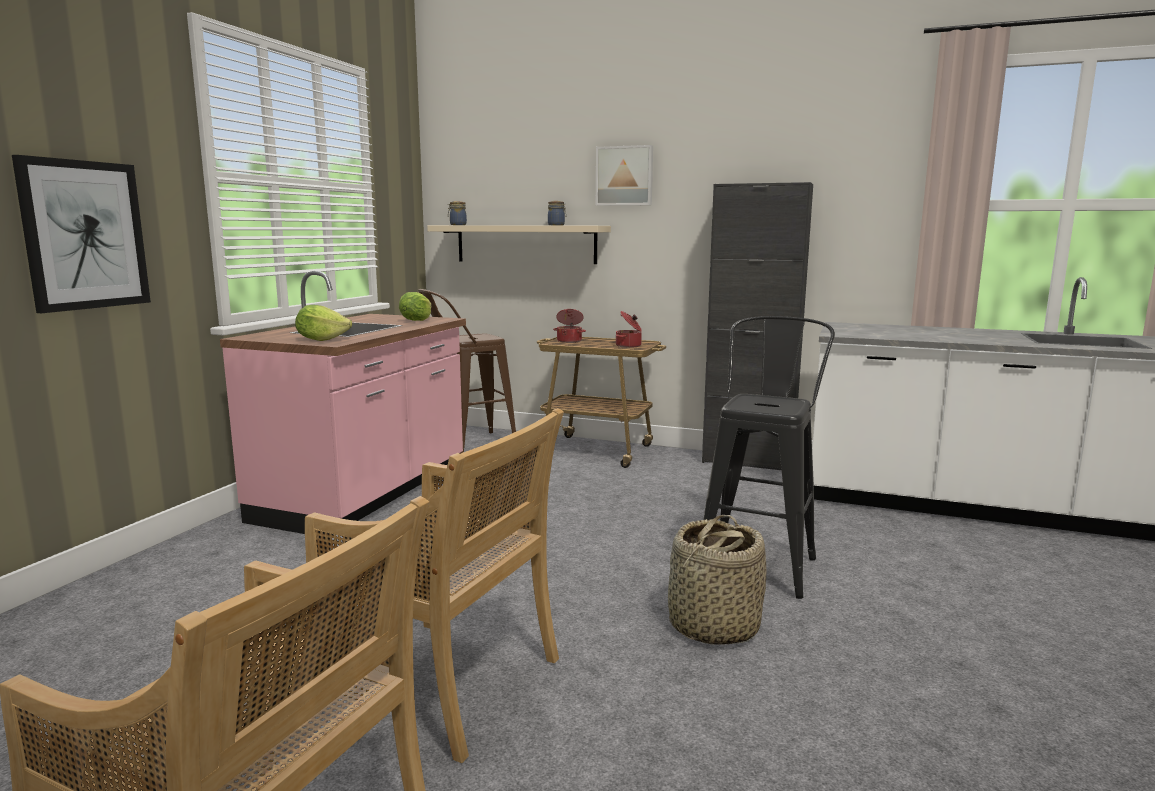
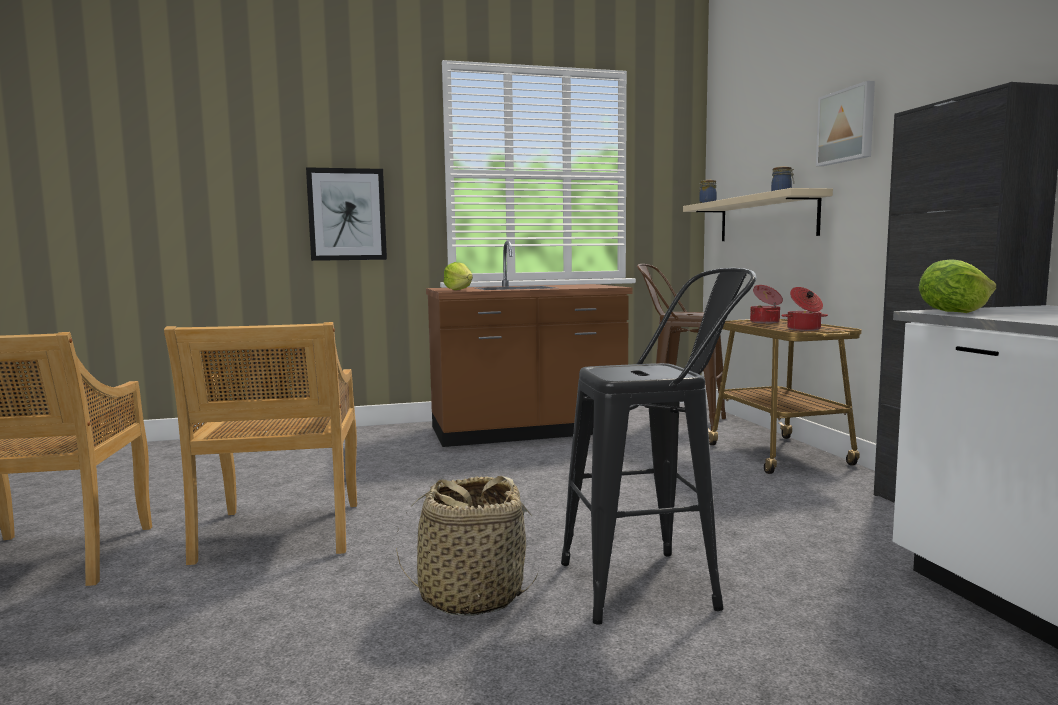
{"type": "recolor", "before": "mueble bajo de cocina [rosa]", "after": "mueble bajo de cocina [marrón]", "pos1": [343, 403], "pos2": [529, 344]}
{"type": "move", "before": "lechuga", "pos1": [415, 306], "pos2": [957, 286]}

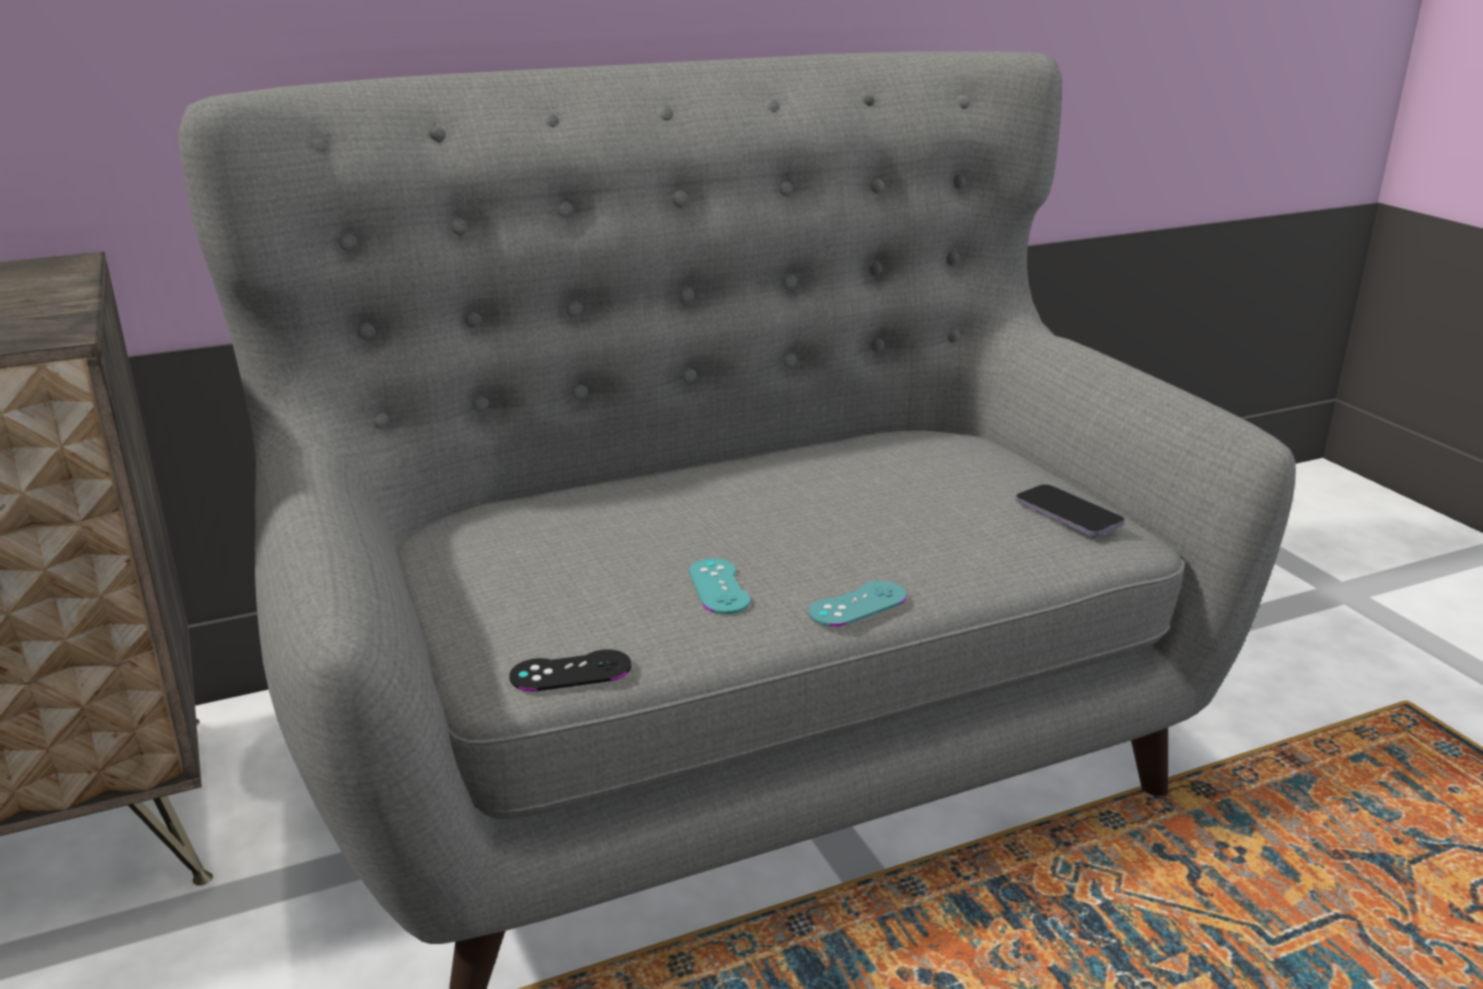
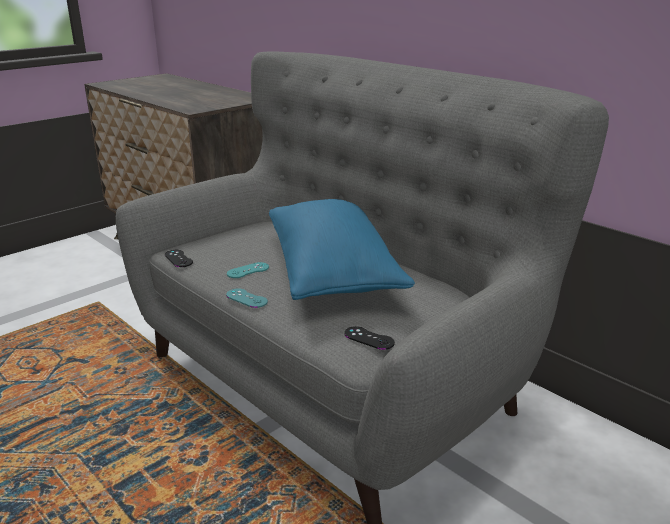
{"type": "insert", "after": "cojín [azul]", "pos2": [342, 249]}
{"type": "replace", "before": "móvil", "after": "mando de consola [negro]", "pos1": [1070, 510], "pos2": [369, 338]}

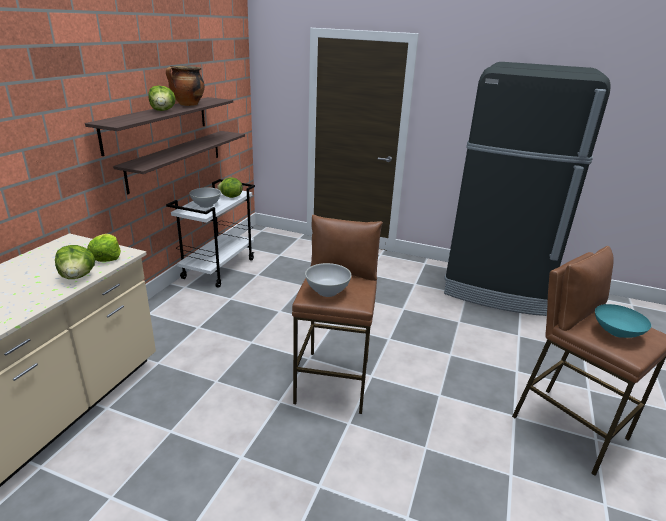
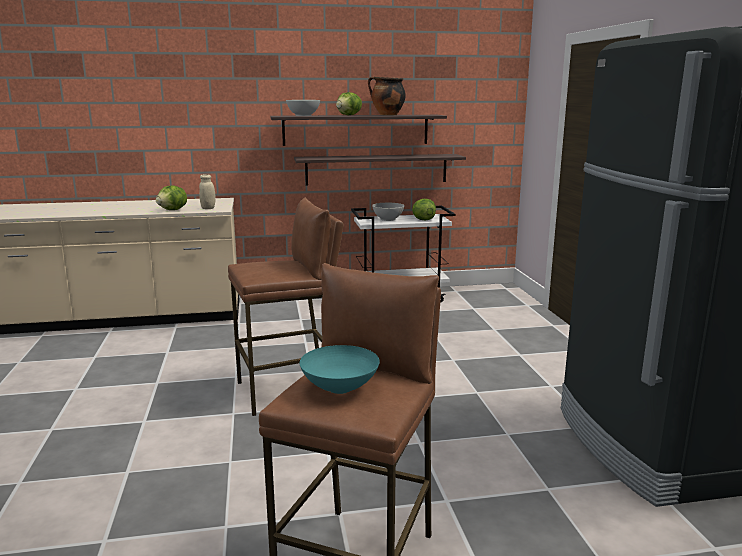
{"type": "replace", "before": "lechuga", "after": "tarro [beis]", "pos1": [104, 248], "pos2": [207, 191]}
{"type": "move", "before": "cuenco [blanco]", "pos1": [328, 280], "pos2": [303, 108]}

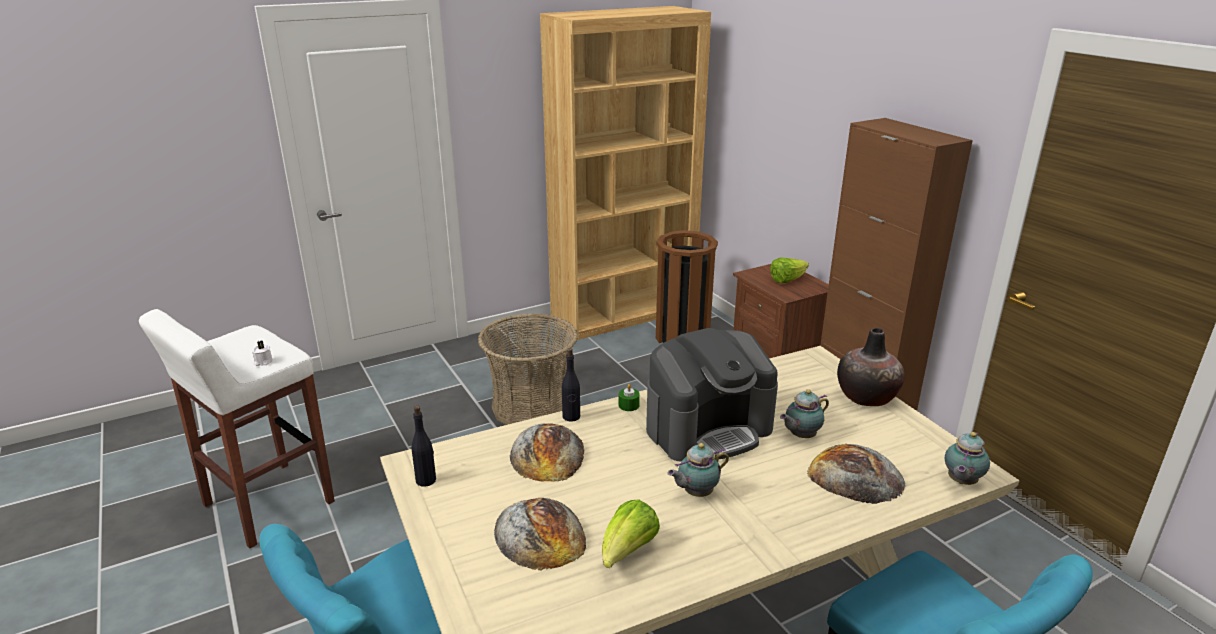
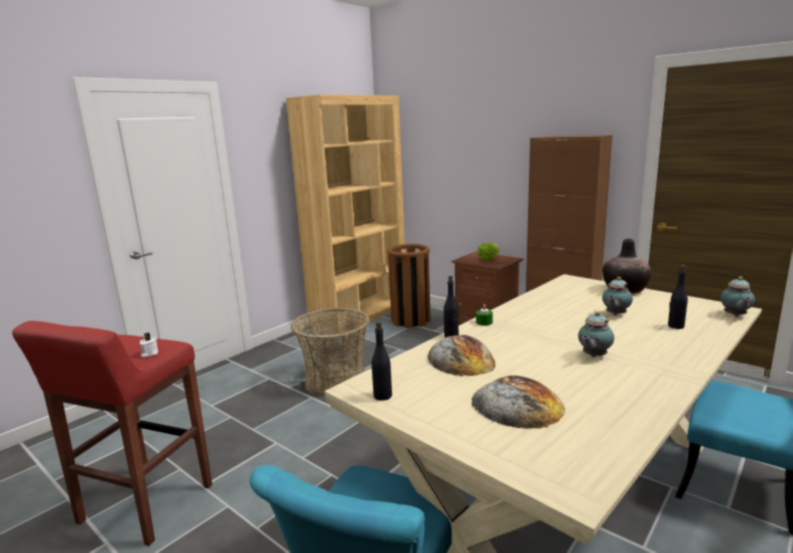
{"type": "recolor", "before": "taburete [blanco]", "after": "taburete [rojo]", "pos1": [237, 428], "pos2": [112, 433]}
{"type": "replace", "before": "pan", "after": "botella [negro]", "pos1": [856, 474], "pos2": [678, 297]}
{"type": "delete", "before": "lechuga", "pos1": [631, 534]}
{"type": "delete", "before": "cafetera", "pos1": [712, 395]}

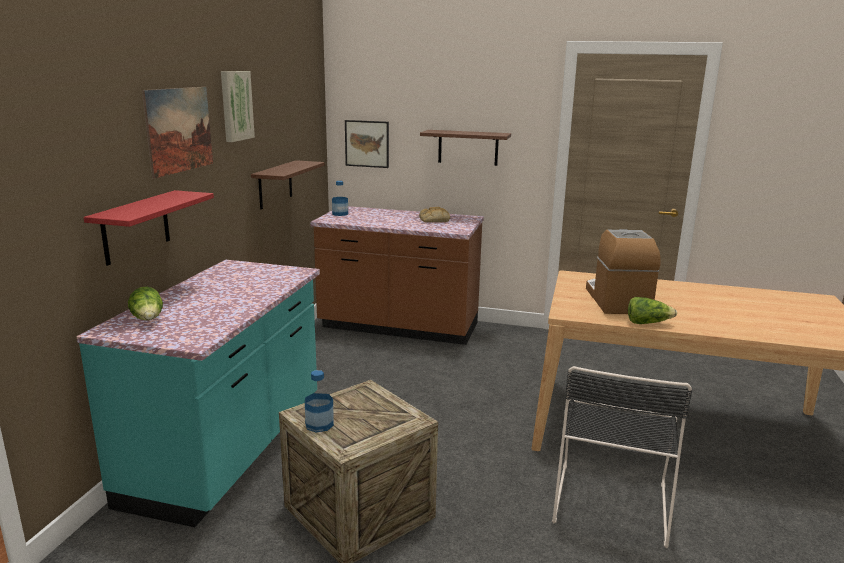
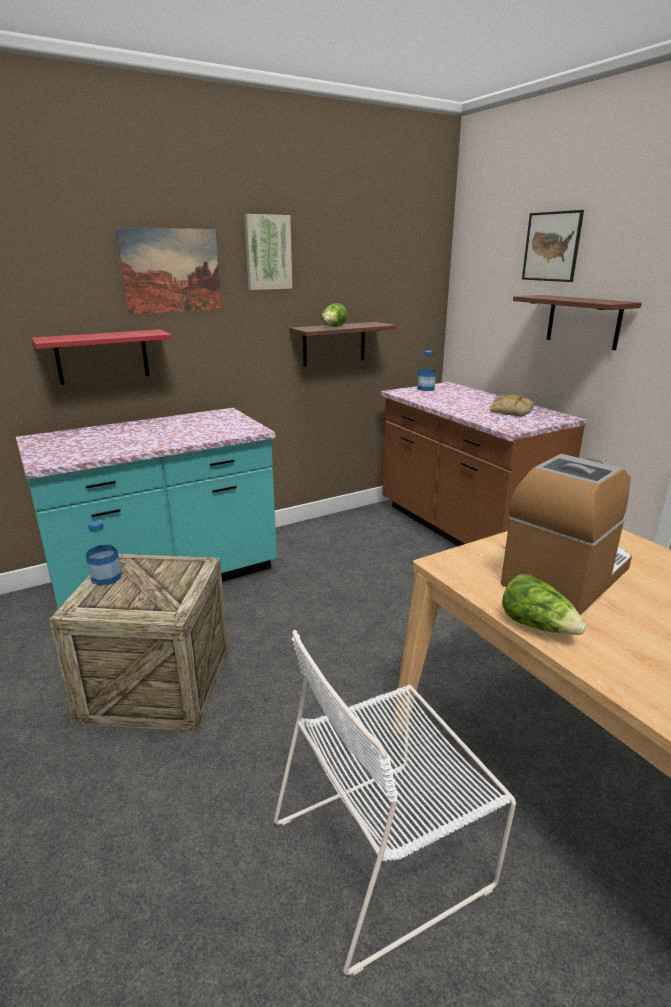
{"type": "recolor", "before": "silla [negro]", "after": "silla [blanco]", "pos1": [622, 457], "pos2": [395, 802]}
{"type": "move", "before": "lechuga", "pos1": [145, 303], "pos2": [334, 315]}
{"type": "move", "before": "cuadro", "pos1": [367, 144], "pos2": [553, 246]}

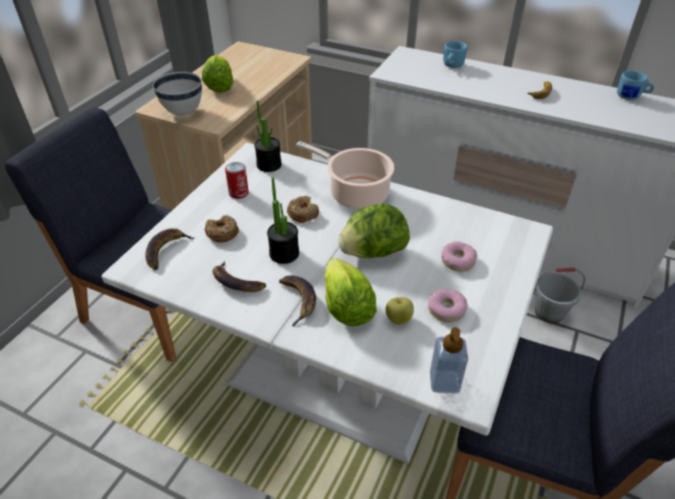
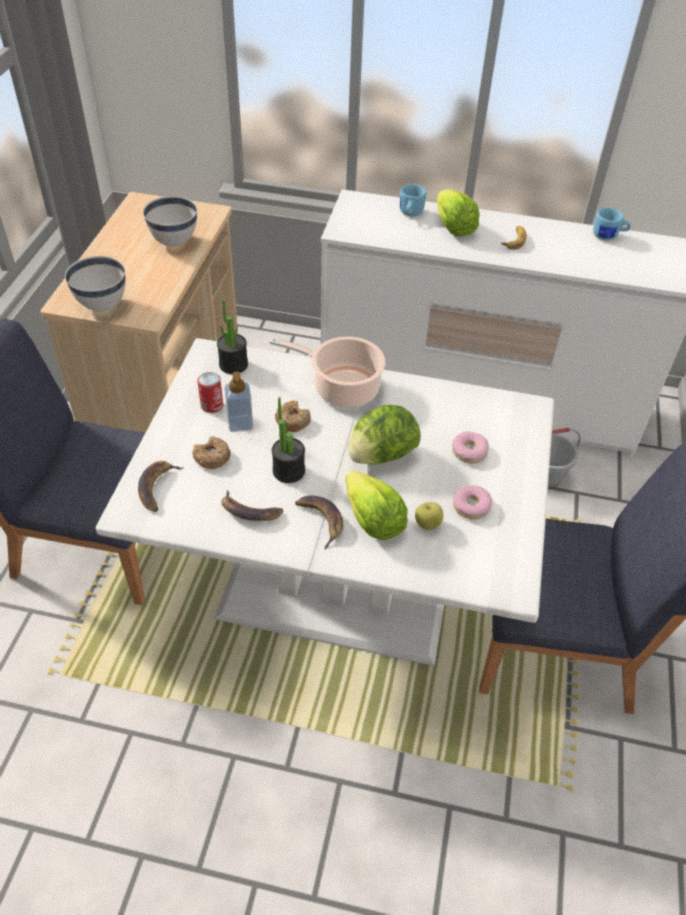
{"type": "insert", "after": "cuenco [blanco]", "pos2": [170, 221]}
{"type": "move", "before": "dispensador de jabón", "pos1": [449, 360], "pos2": [239, 402]}
{"type": "move", "before": "lechuga", "pos1": [217, 73], "pos2": [458, 213]}

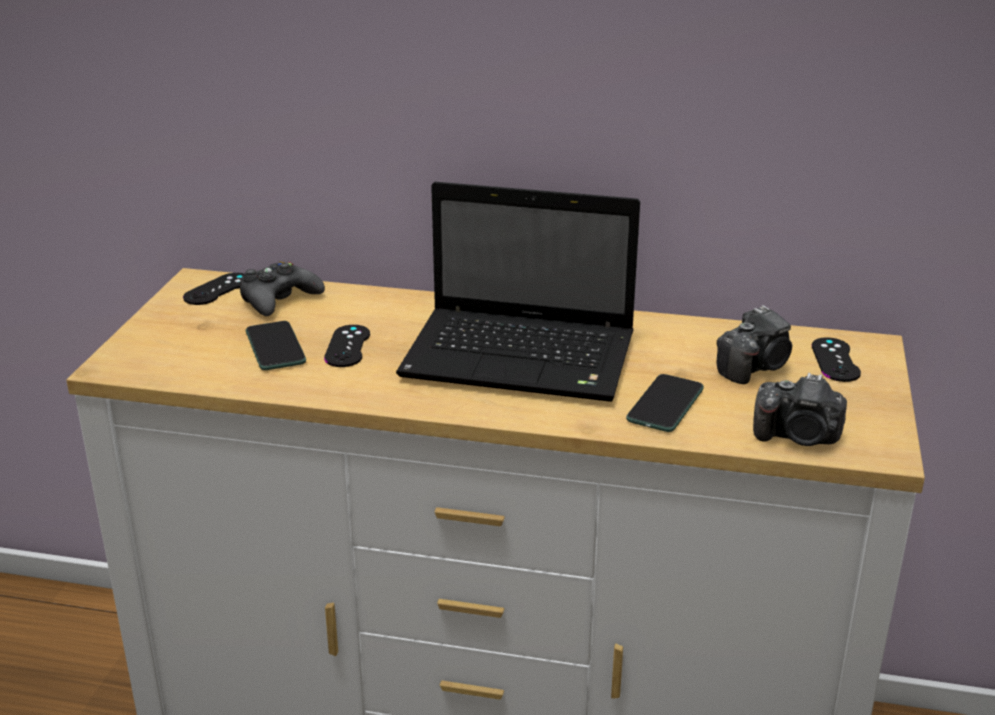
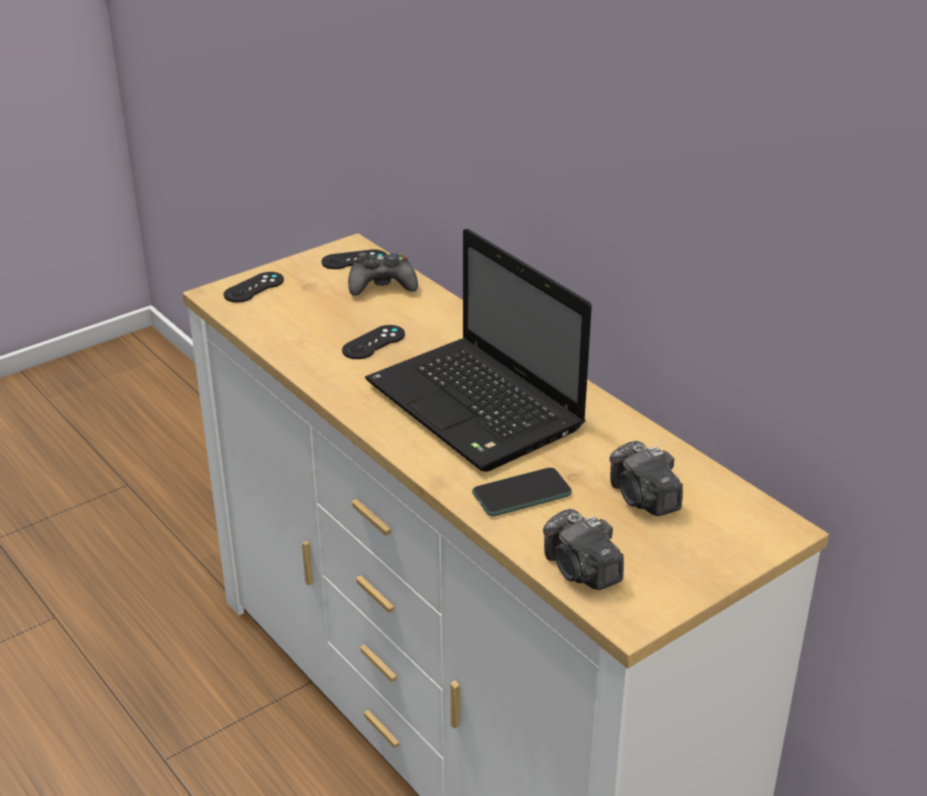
{"type": "move", "before": "mando de consola [negro]", "pos1": [836, 359], "pos2": [254, 287]}
{"type": "rotate", "before": "cámara", "pos1": [754, 344], "pos2": [646, 478], "turn": 60}
{"type": "delete", "before": "móvil", "pos1": [276, 345]}

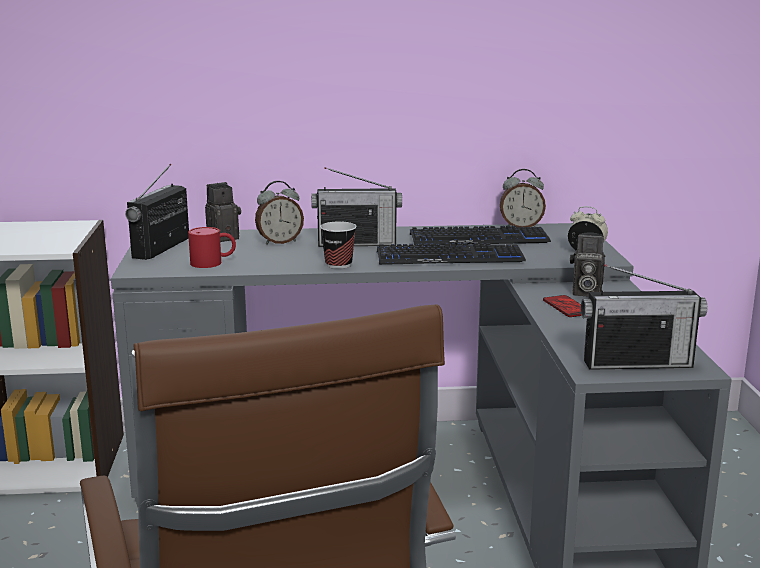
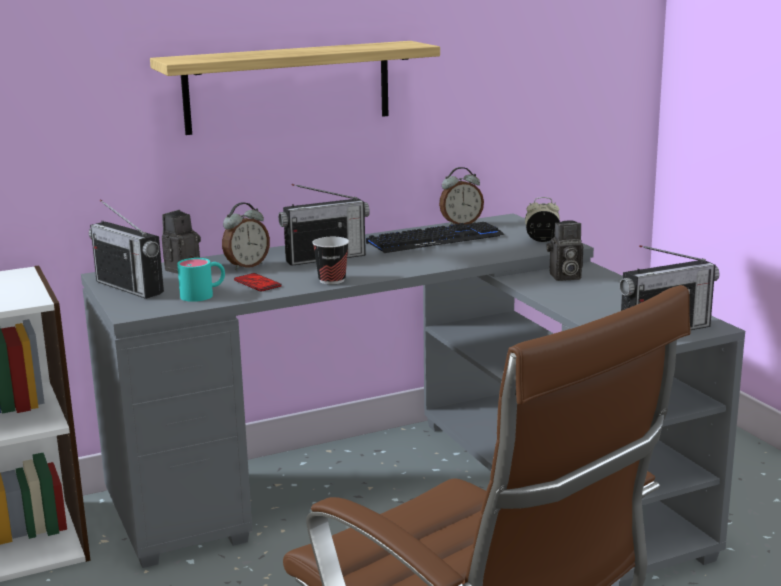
{"type": "rotate", "before": "radio", "pos1": [157, 212], "pos2": [126, 249], "turn": -45}
{"type": "insert", "after": "estante", "pos2": [295, 88]}
{"type": "recolor", "before": "taza grande [rojo]", "after": "taza grande [turquesa]", "pos1": [212, 247], "pos2": [201, 280]}
{"type": "move", "before": "móvil", "pos1": [562, 306], "pos2": [258, 282]}
{"type": "delete", "before": "teclado", "pos1": [451, 254]}

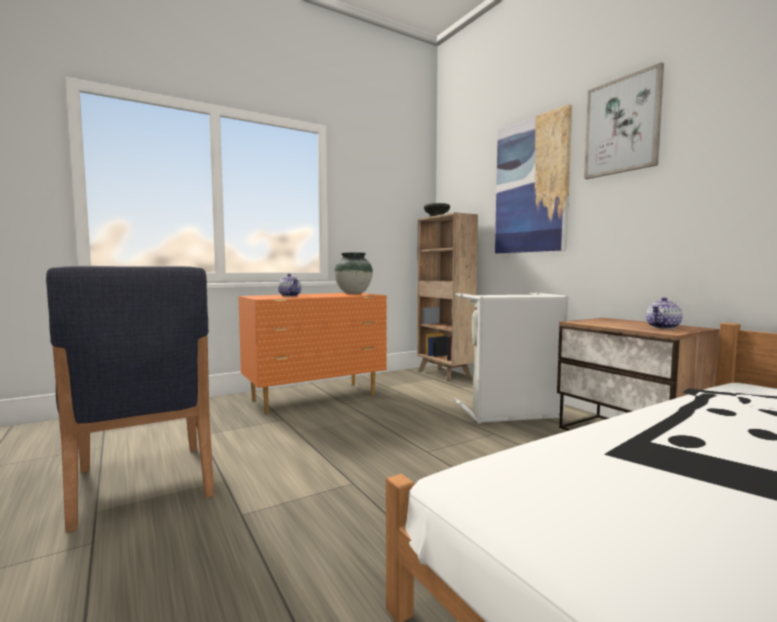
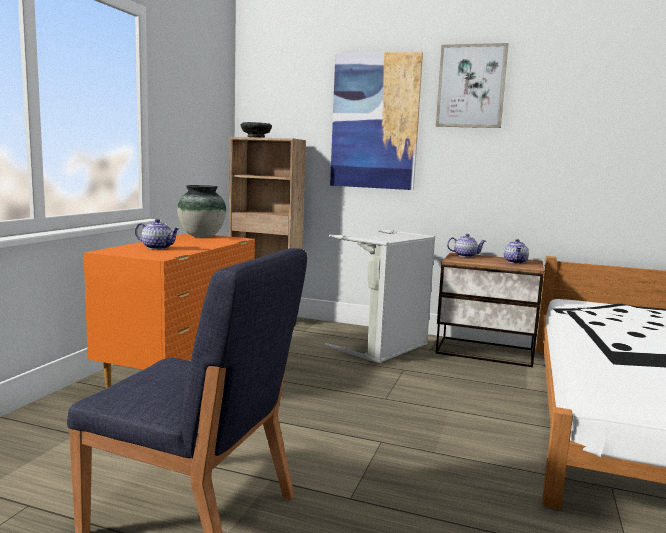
{"type": "insert", "after": "tetera", "pos2": [466, 245]}

